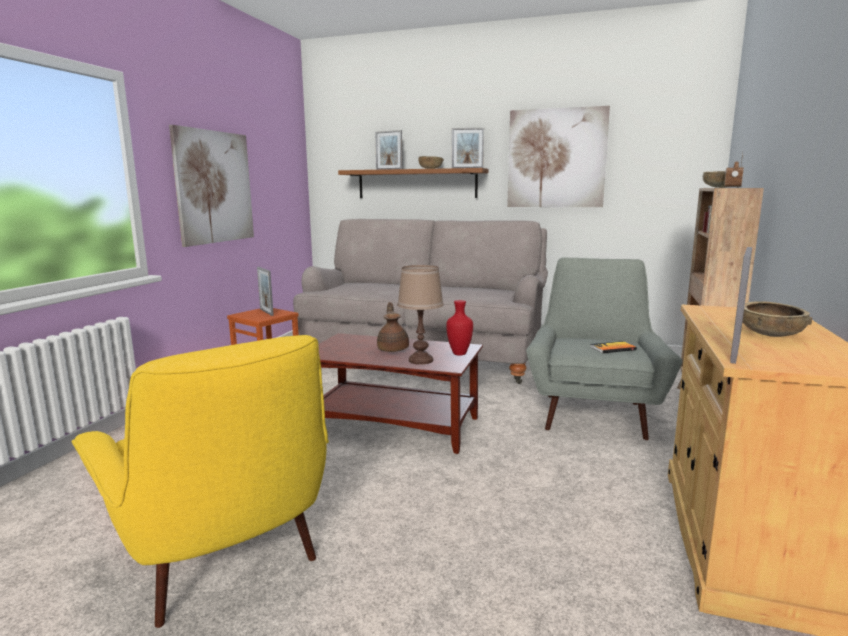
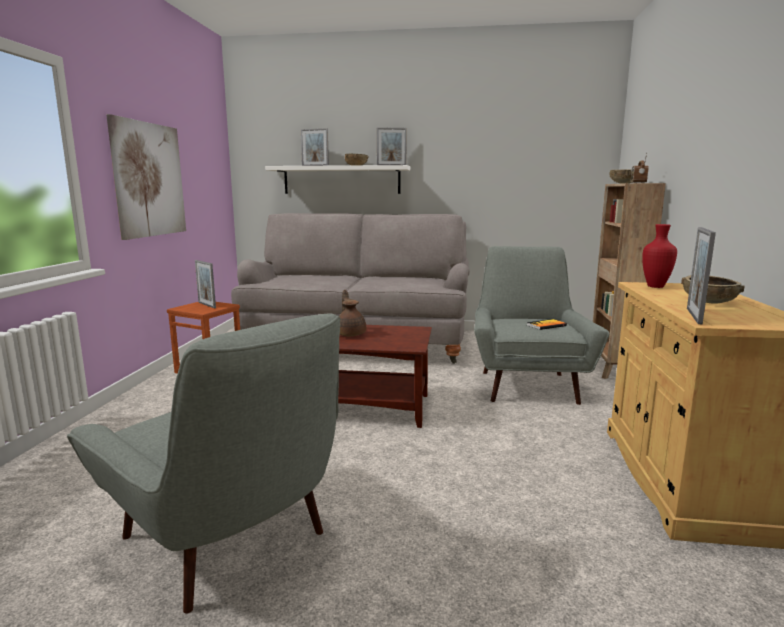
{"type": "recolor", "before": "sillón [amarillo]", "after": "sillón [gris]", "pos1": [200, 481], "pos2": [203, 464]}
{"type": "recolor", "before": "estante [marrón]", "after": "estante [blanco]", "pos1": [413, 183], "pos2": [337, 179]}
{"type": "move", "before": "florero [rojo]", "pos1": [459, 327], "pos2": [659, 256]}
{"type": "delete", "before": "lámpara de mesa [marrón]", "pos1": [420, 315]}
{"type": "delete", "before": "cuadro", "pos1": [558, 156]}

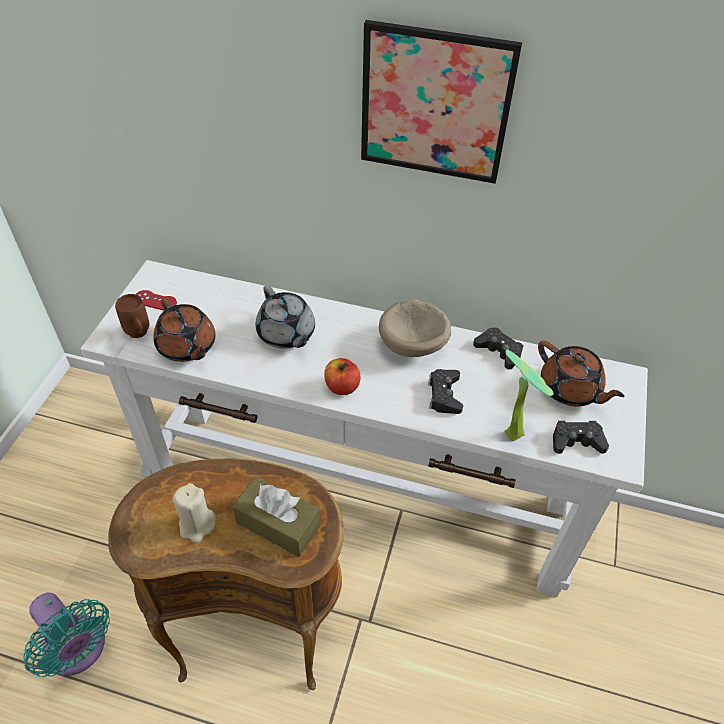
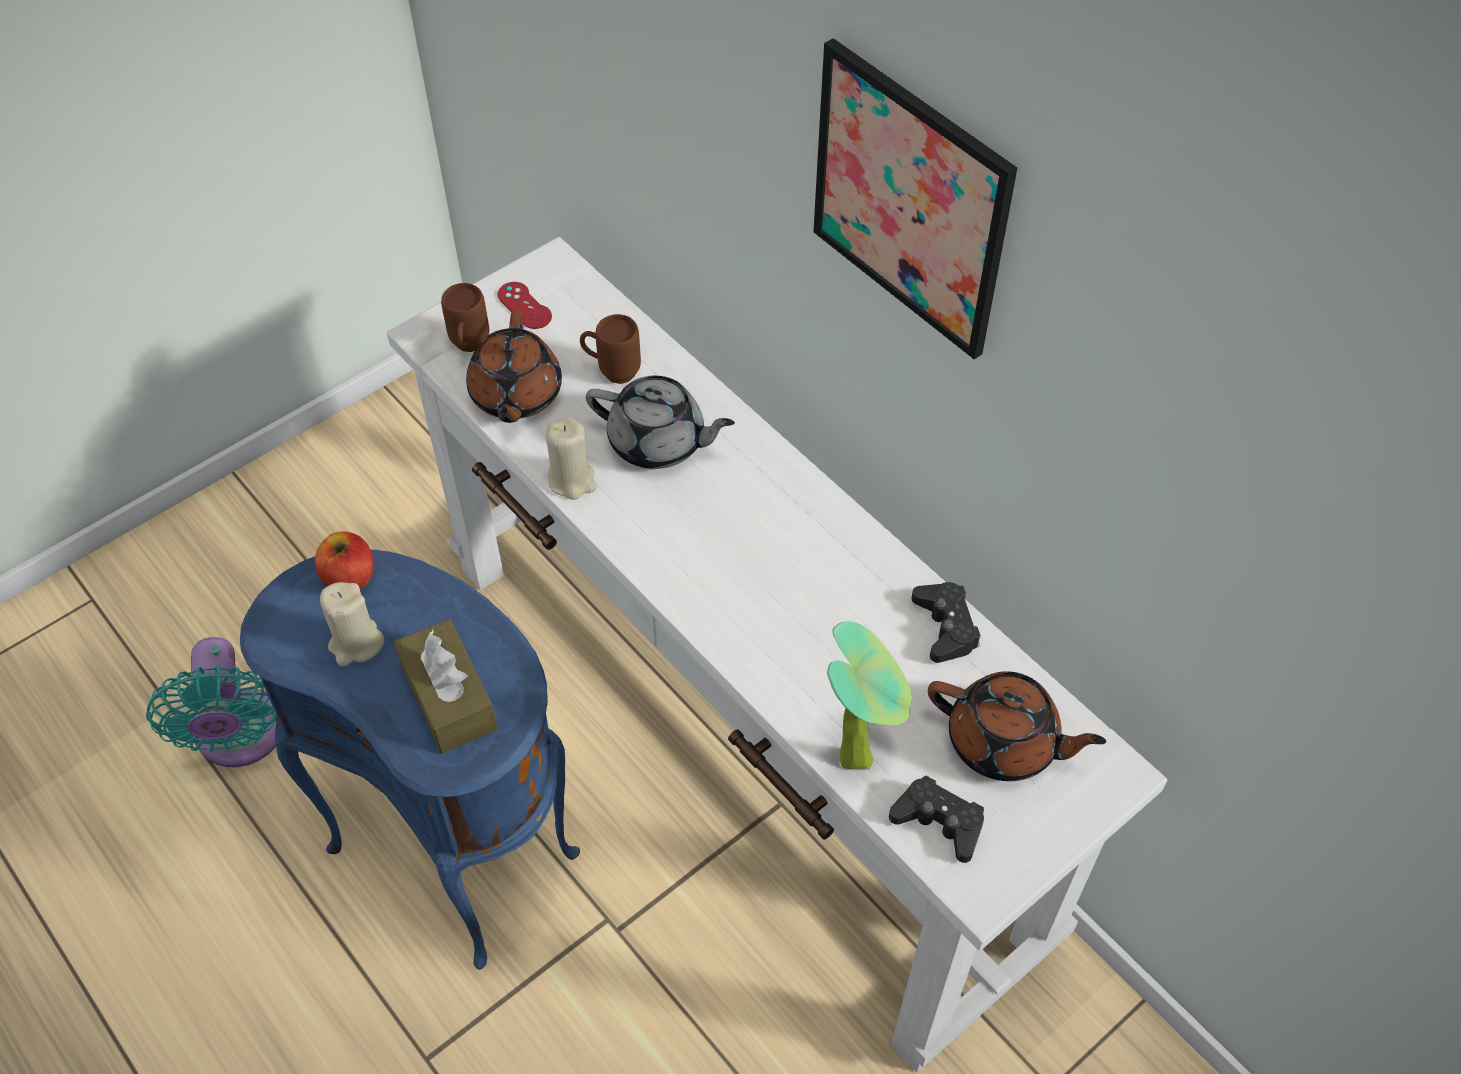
{"type": "recolor", "before": "mesa auxiliar [marrón]", "after": "mesa auxiliar [azul]", "pos1": [226, 574], "pos2": [410, 759]}
{"type": "move", "before": "manzana", "pos1": [342, 376], "pos2": [344, 560]}
{"type": "insert", "after": "vela [beis]", "pos2": [571, 458]}
{"type": "insert", "after": "taza grande [marrón]", "pos2": [610, 349]}
{"type": "rotate", "before": "tetera [gris]", "pos1": [285, 316], "pos2": [660, 422], "turn": -75}
{"type": "rotate", "before": "tetera [marrón]", "pos1": [581, 373], "pos2": [1017, 726], "turn": -60}
{"type": "delete", "before": "cuenco [beis]", "pos1": [415, 328]}
{"type": "delete", "before": "mando de consola [negro]", "pos1": [445, 391]}

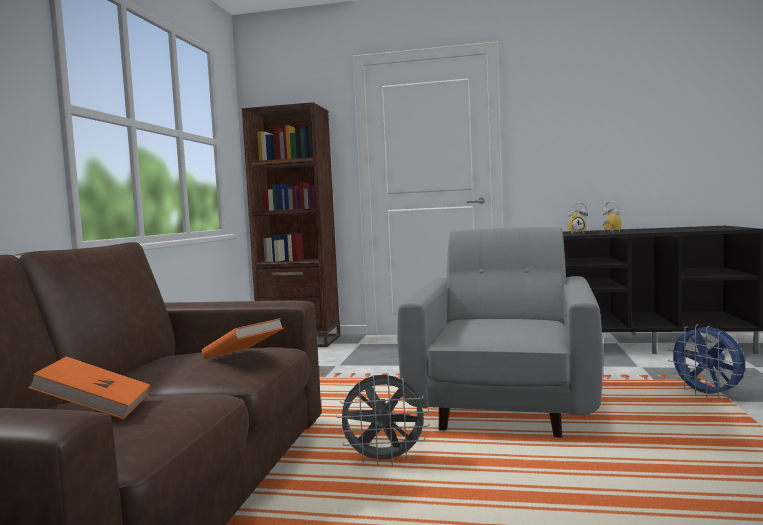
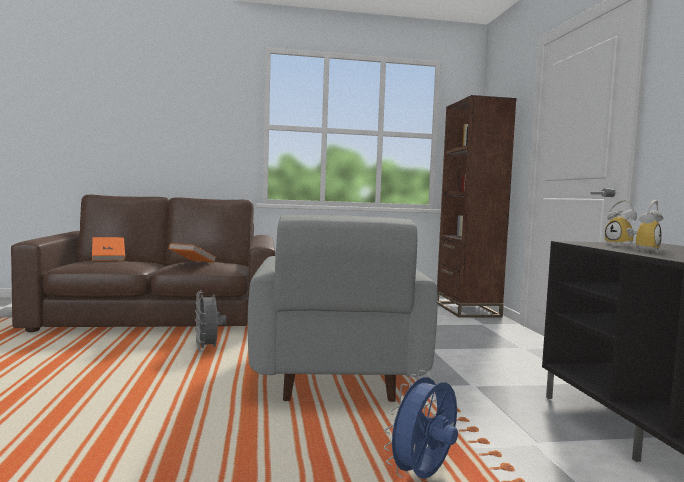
{"type": "rotate", "before": "sillón [gris]", "pos1": [500, 332], "pos2": [343, 308], "turn": 90}

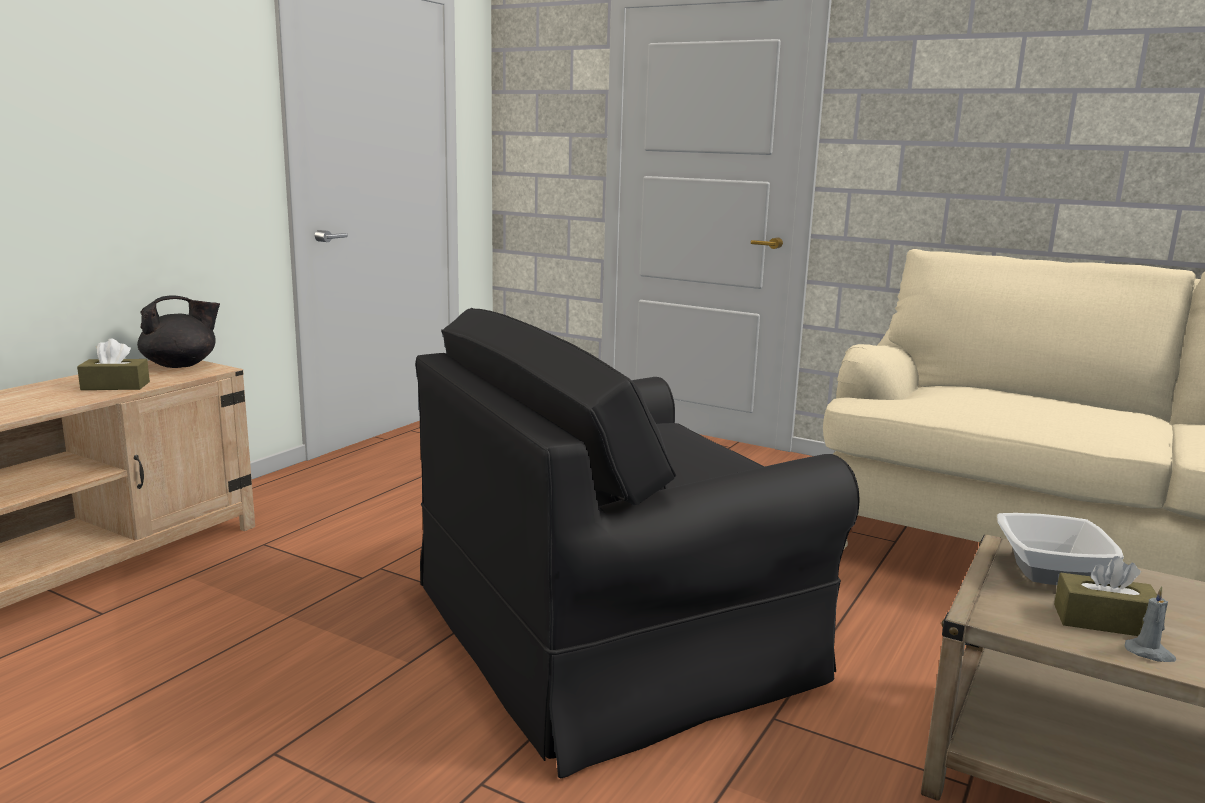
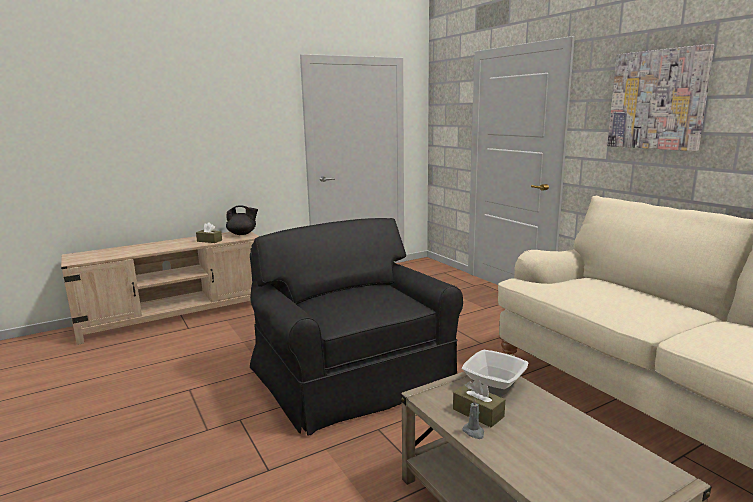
{"type": "rotate", "before": "sillón [negro]", "pos1": [637, 543], "pos2": [356, 327], "turn": 60}
{"type": "insert", "after": "cuadro", "pos2": [660, 97]}

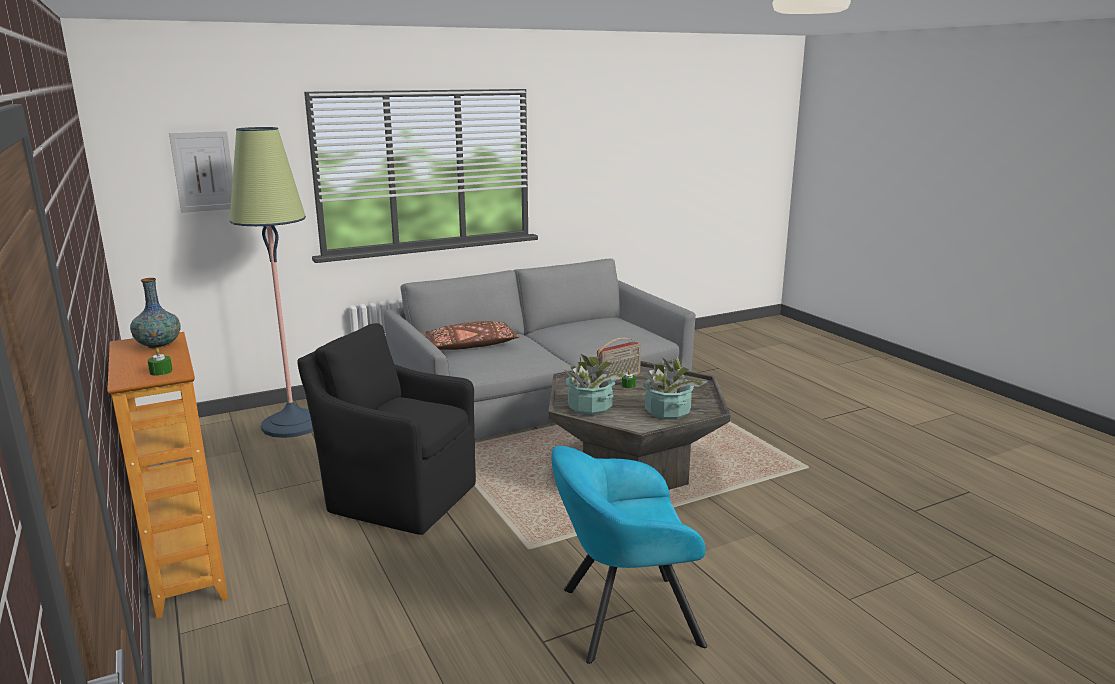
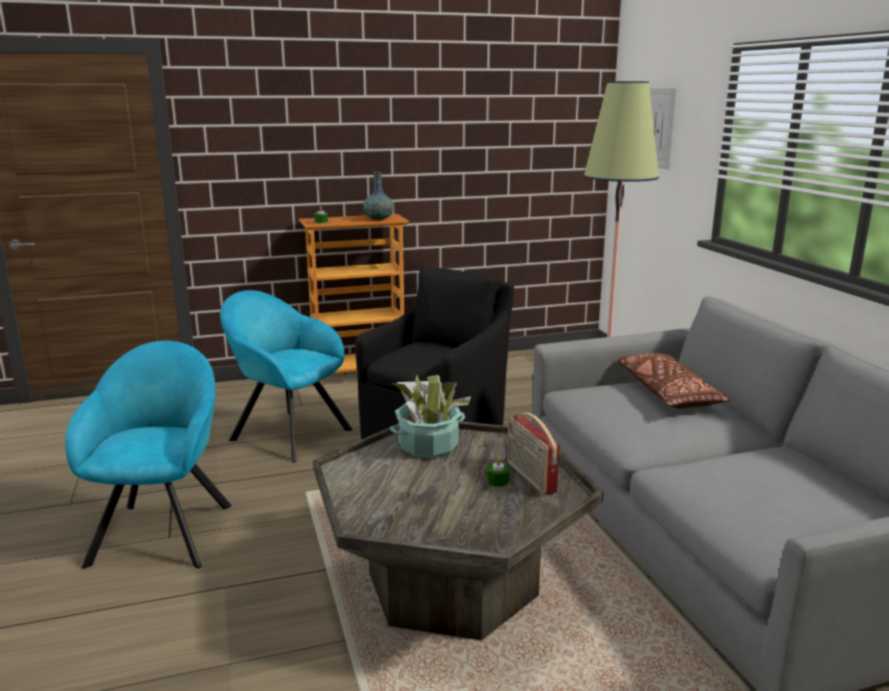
{"type": "insert", "after": "sillón [turquesa]", "pos2": [286, 376]}
{"type": "delete", "before": "planta en maceta", "pos1": [674, 388]}

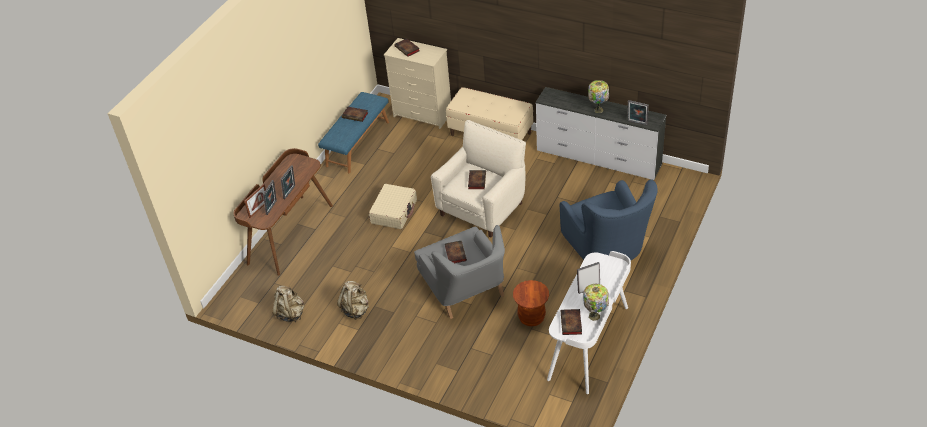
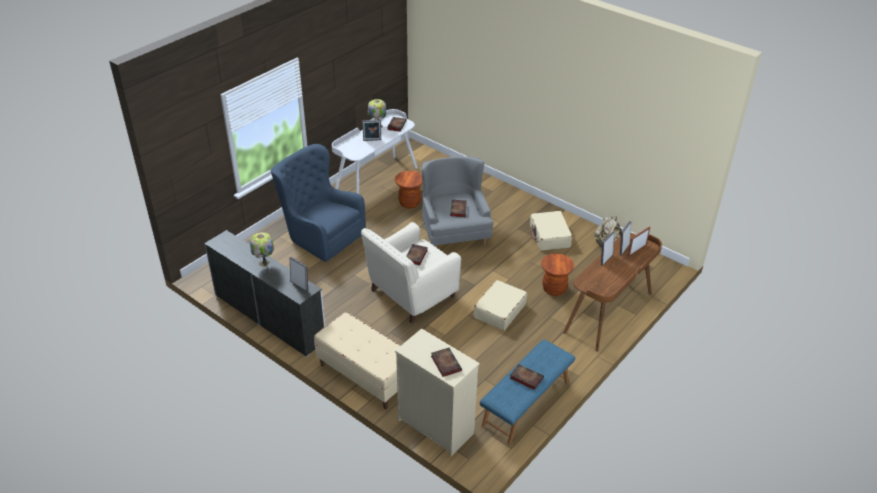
{"type": "rotate", "before": "sillón [azul]", "pos1": [609, 220], "pos2": [318, 203], "turn": -45}
{"type": "move", "before": "portarretratos", "pos1": [637, 112], "pos2": [299, 274]}
{"type": "replace", "before": "mochila [beis]", "after": "maleta [beis]", "pos1": [353, 300], "pos2": [551, 231]}
{"type": "insert", "after": "taburete [marrón]", "pos2": [557, 274]}

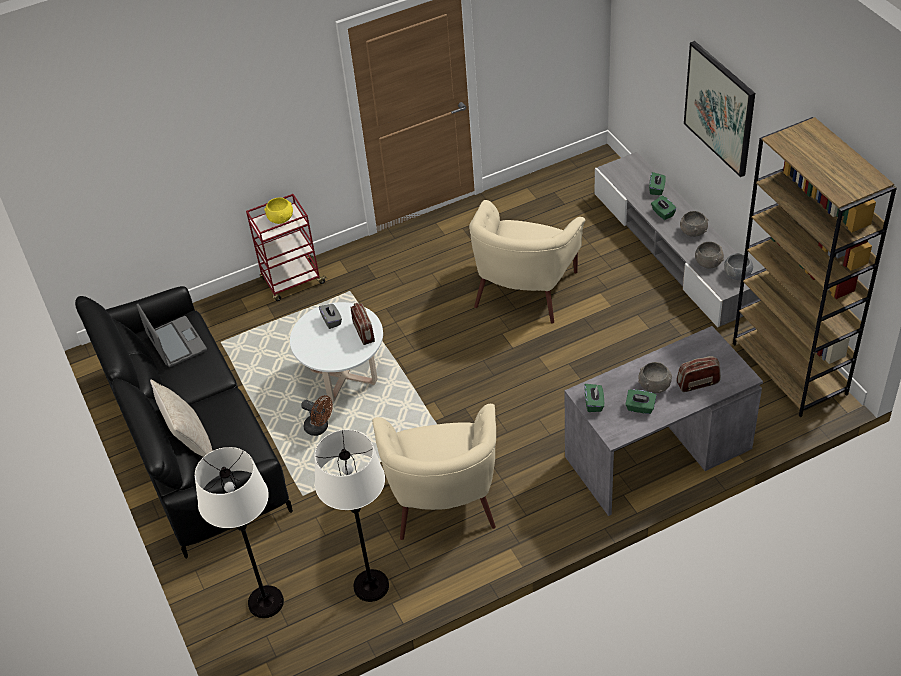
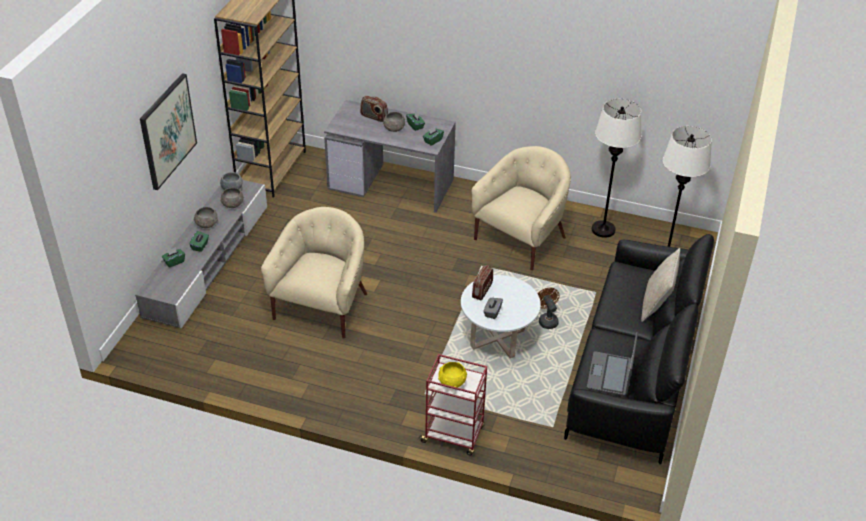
{"type": "rotate", "before": "sillón [beis]", "pos1": [527, 262], "pos2": [314, 273], "turn": -45}

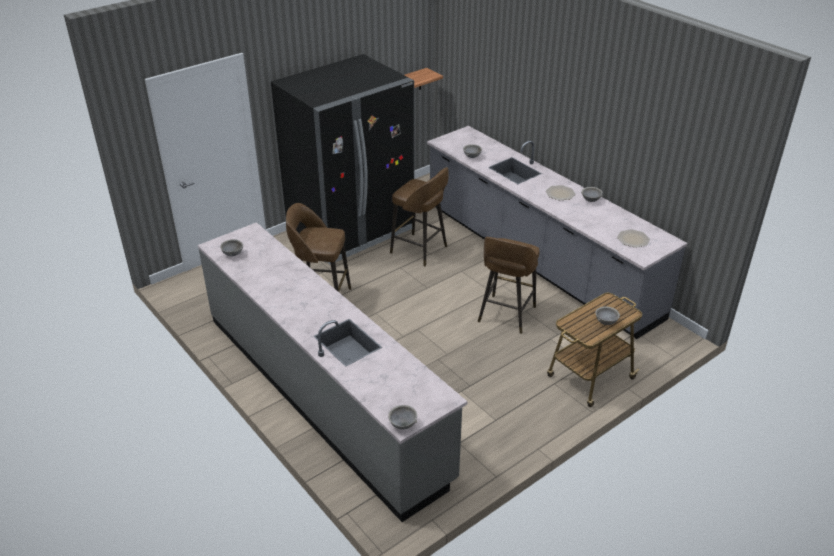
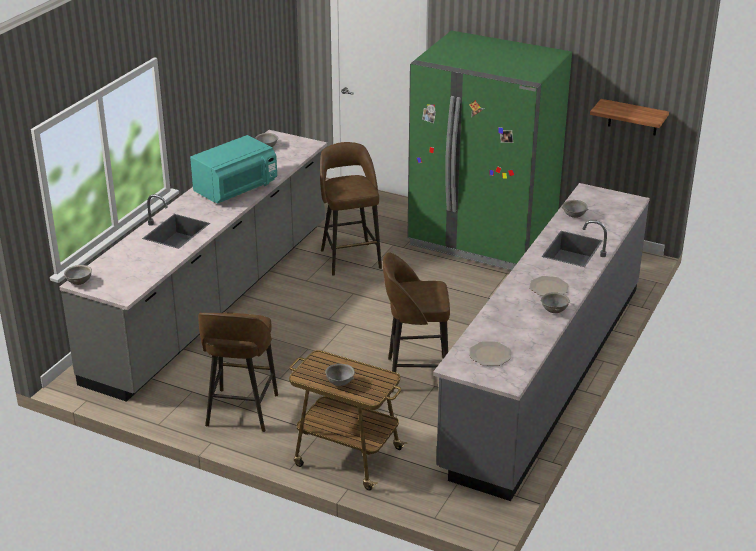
{"type": "insert", "after": "microondas [turquesa]", "pos2": [233, 169]}
{"type": "move", "before": "taburete [marrón]", "pos1": [419, 217], "pos2": [238, 372]}
{"type": "recolor", "before": "nevera [negro]", "after": "nevera [verde]", "pos1": [342, 159], "pos2": [489, 150]}

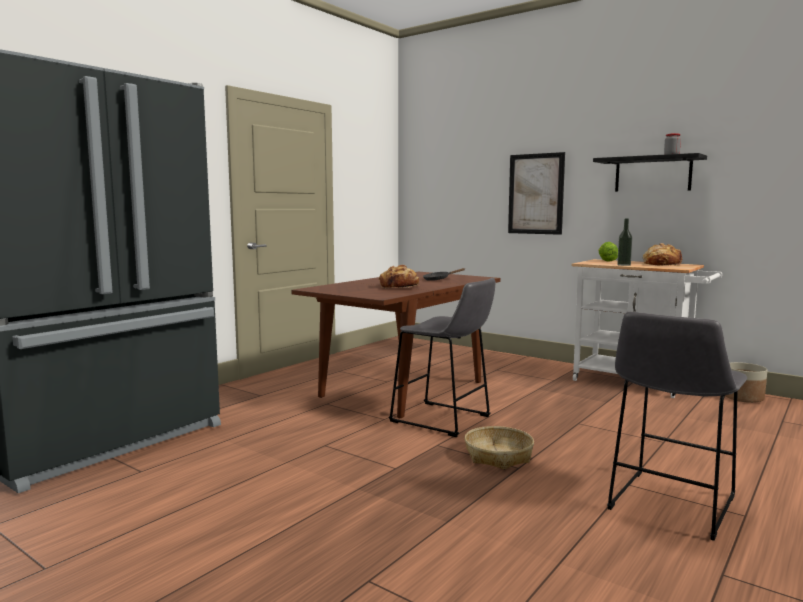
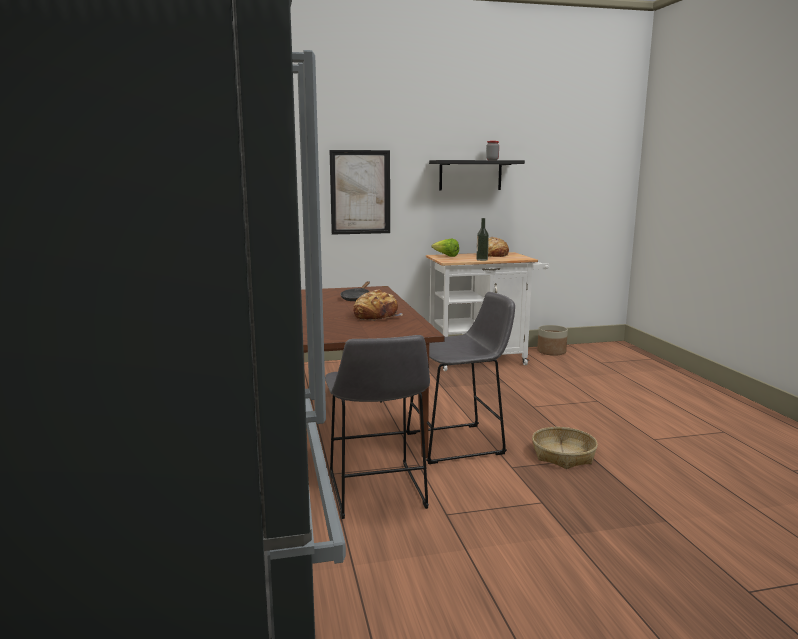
{"type": "move", "before": "taburete [gris]", "pos1": [677, 426], "pos2": [377, 427]}

